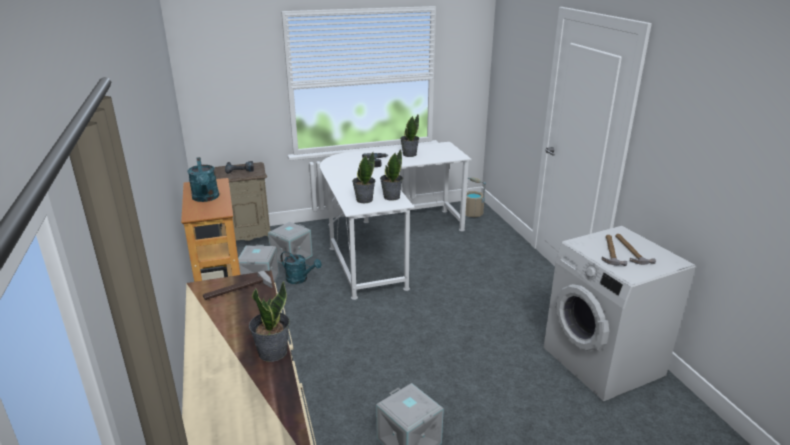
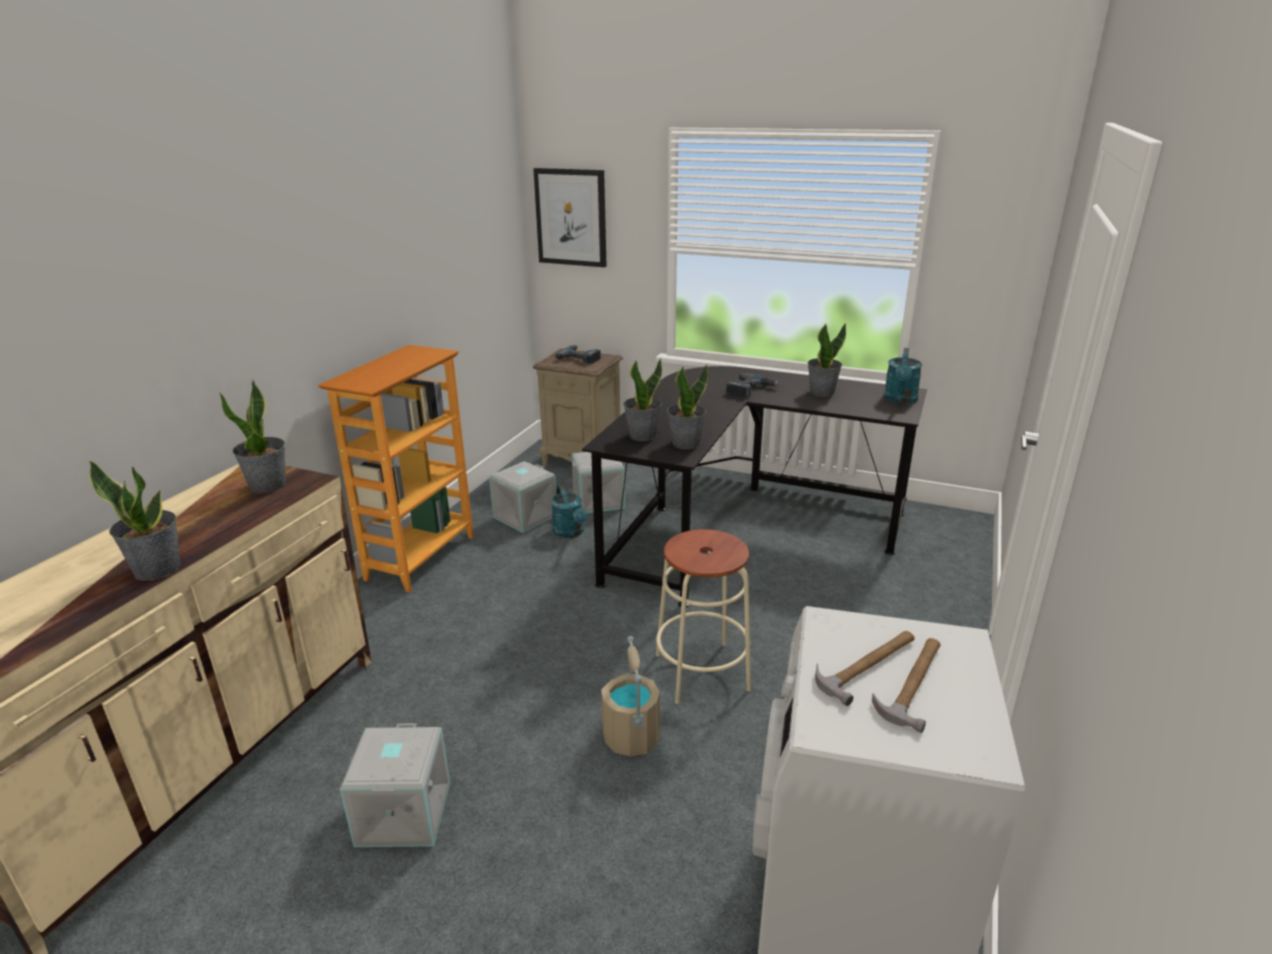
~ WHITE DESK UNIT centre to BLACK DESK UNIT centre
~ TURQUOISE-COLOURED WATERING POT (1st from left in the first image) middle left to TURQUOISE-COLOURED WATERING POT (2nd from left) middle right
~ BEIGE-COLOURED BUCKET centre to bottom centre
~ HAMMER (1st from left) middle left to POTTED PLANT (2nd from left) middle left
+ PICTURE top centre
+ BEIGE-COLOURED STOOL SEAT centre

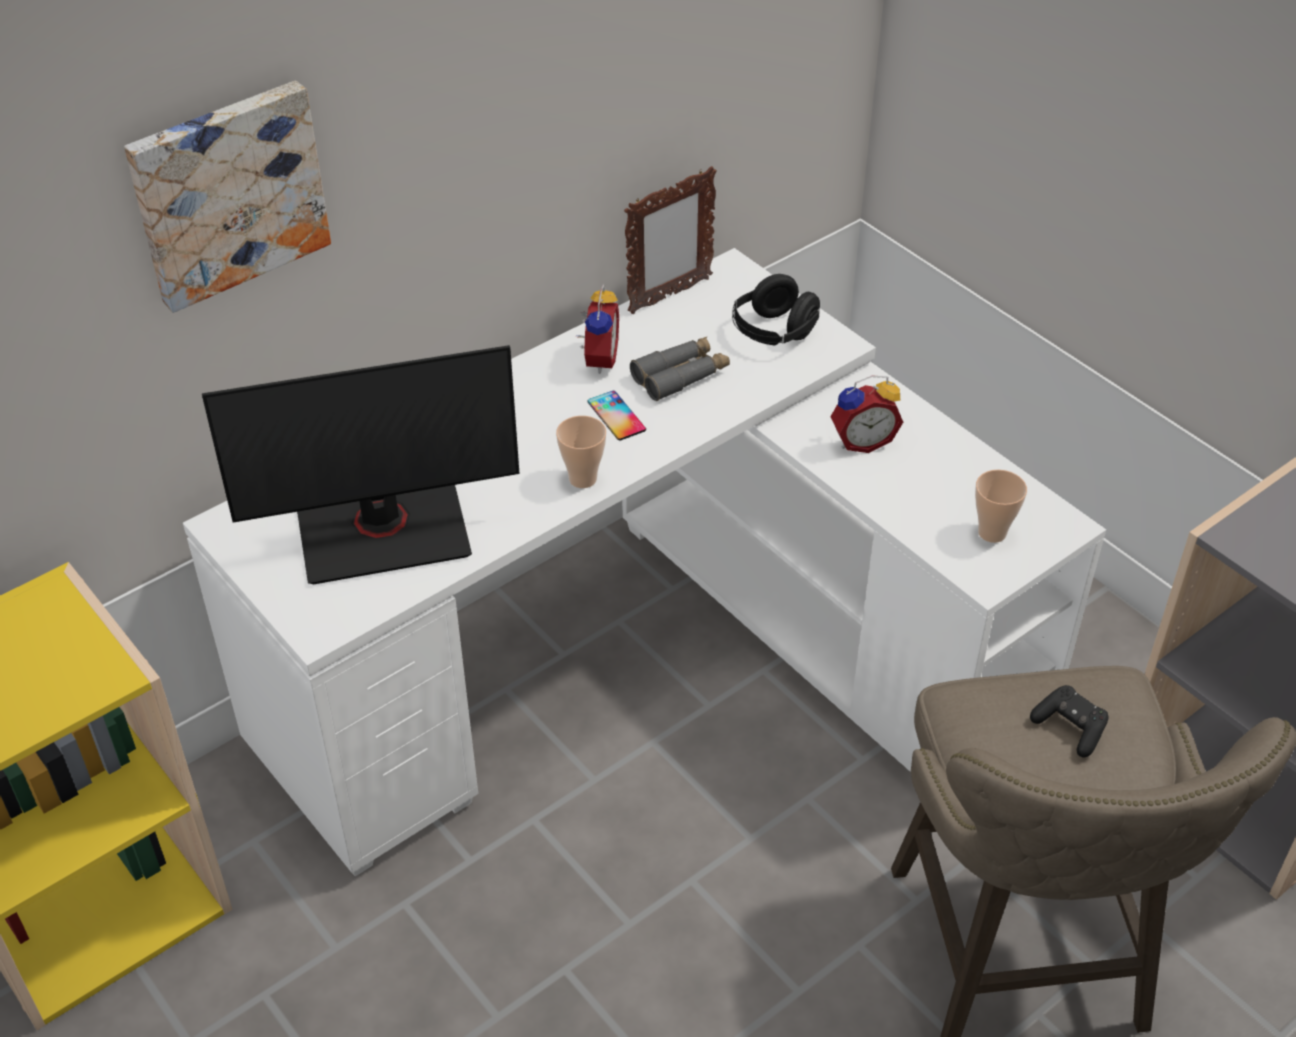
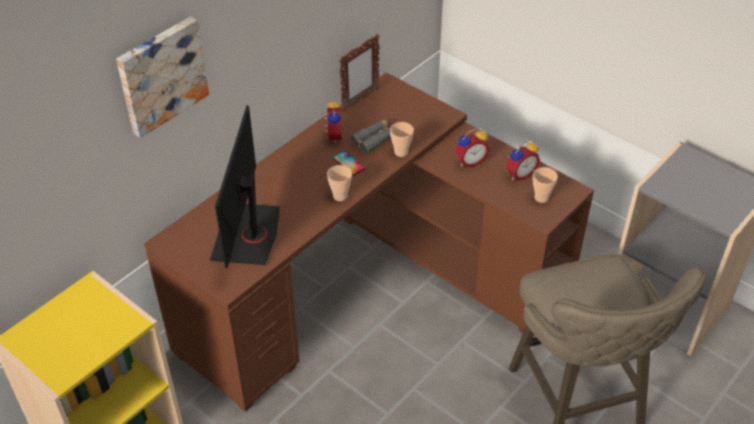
~ WHITE DESK UNIT centre to BROWN DESK UNIT centre
- BLACK PAIR OF HEADPHONES top centre
~ COMPUTER SCREEN middle left = middle left 120 degrees clockwise
- BLACK GAME CONTROLLER bottom right
+ DRINKING CUP (2nd from left) top centre
+ ALARM CLOCK (3rd from left) middle right

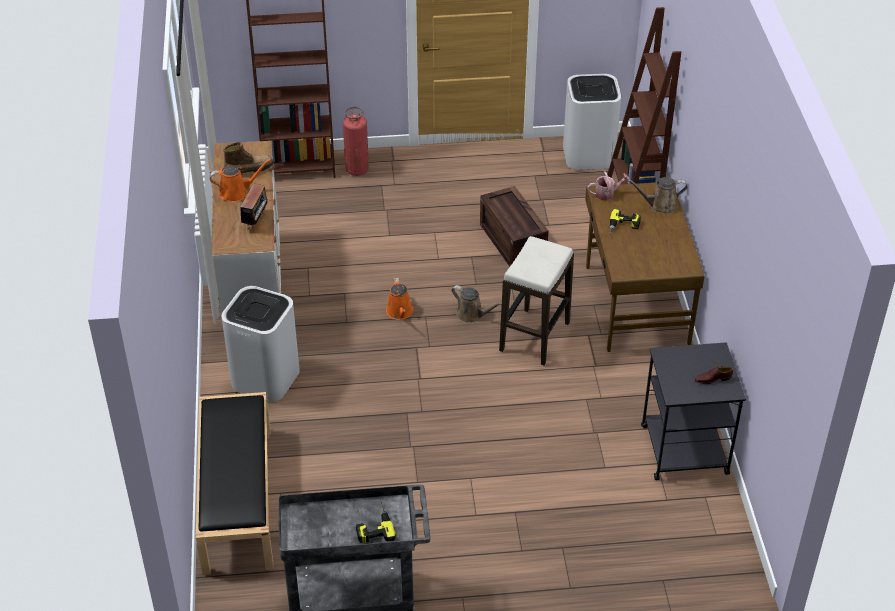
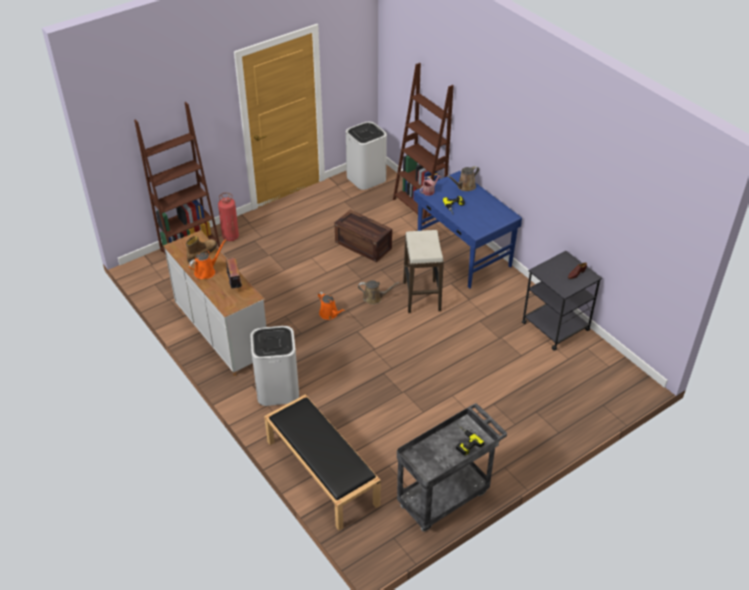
~ BROWN DESK UNIT middle right to BLUISH DESK UNIT centre

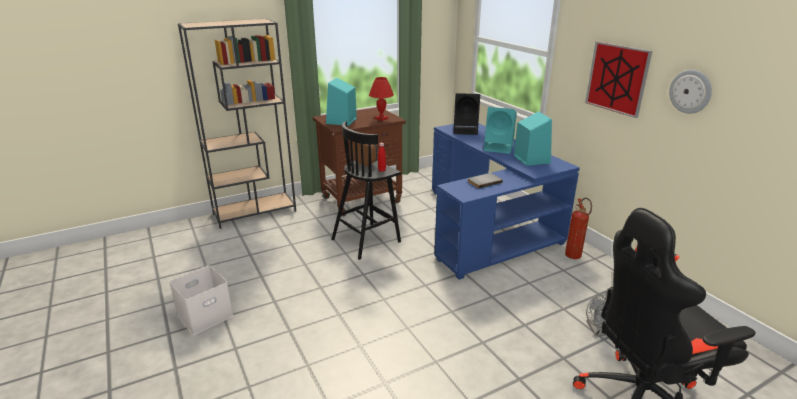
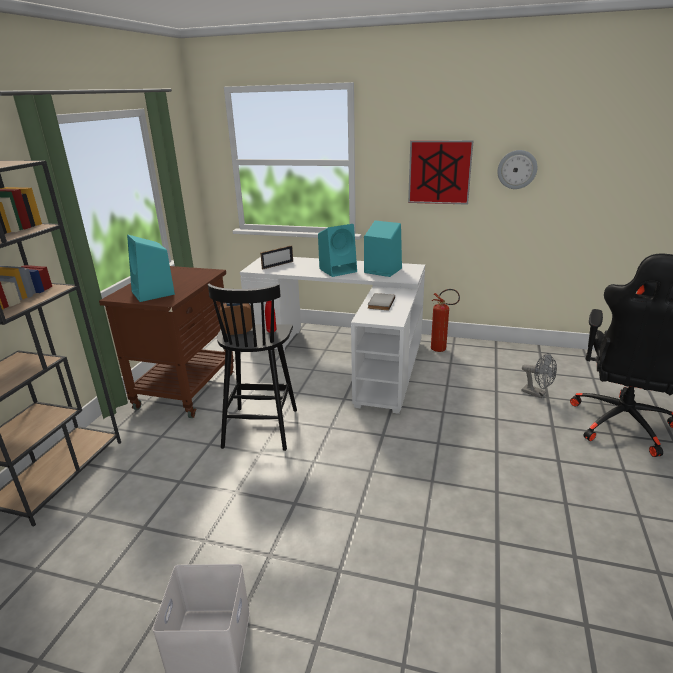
- REDDISH TABLE LAMP top centre
~ BLACK SPEAKER top centre to PHOTO FRAME centre
~ BLUISH DESK UNIT centre to WHITE DESK UNIT centre

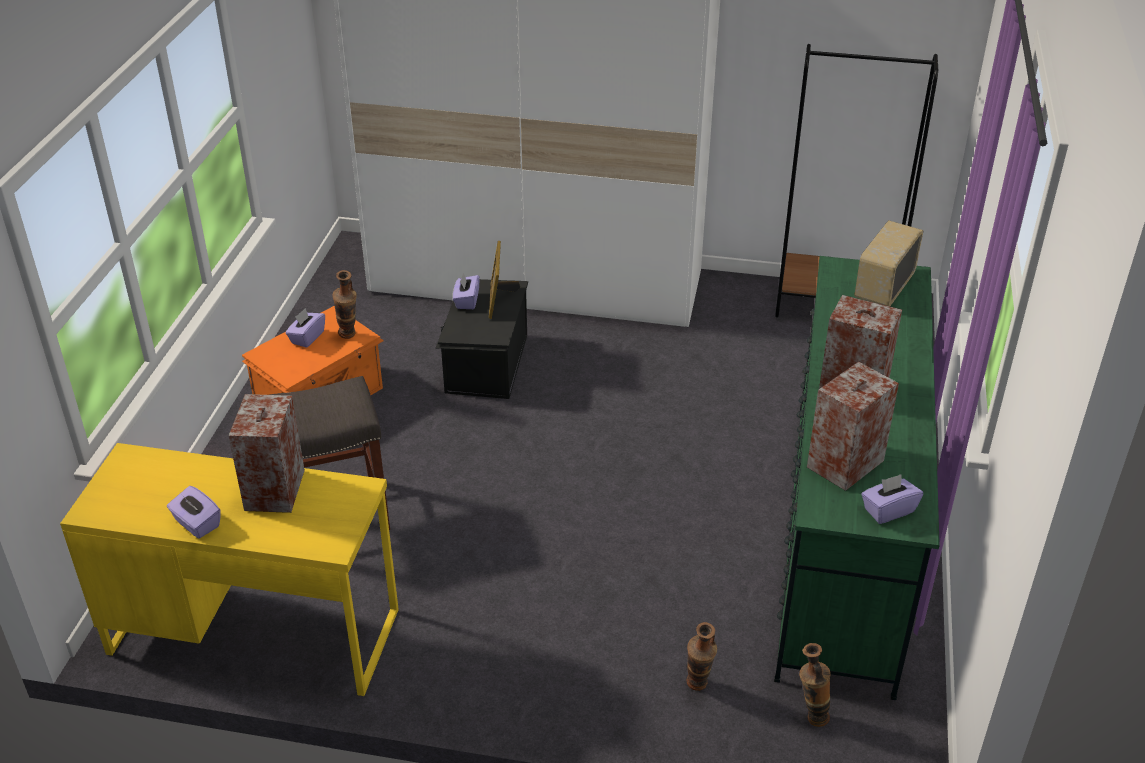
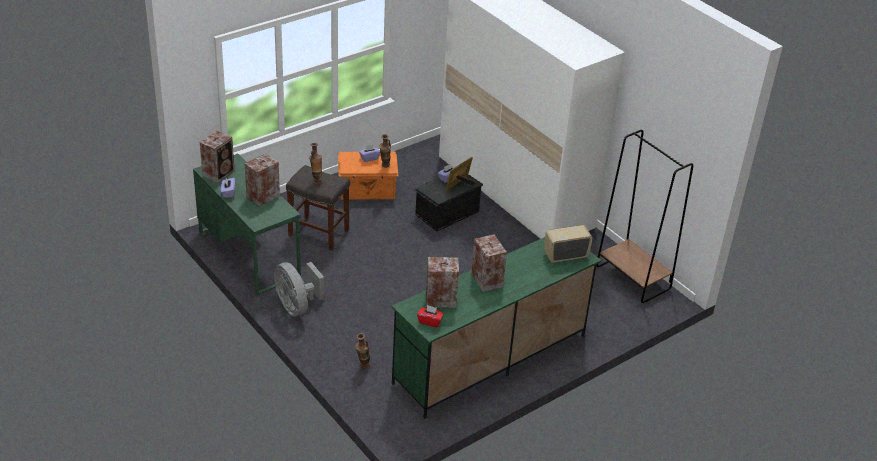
~ YELLOW-COLOURED DESK UNIT bottom left to GREEN-COLOURED DESK UNIT middle left
~ PURPLISH BOX OF TISSUES (4th from left) middle right to REDDISH BOX OF TISSUES bottom centre
~ FLOWER VASE (3rd from left in the first image) bottom right to FLOWER VASE (1st from left) centre
+ SPEAKER (1st from left) middle left
+ GREYISH FAN centre

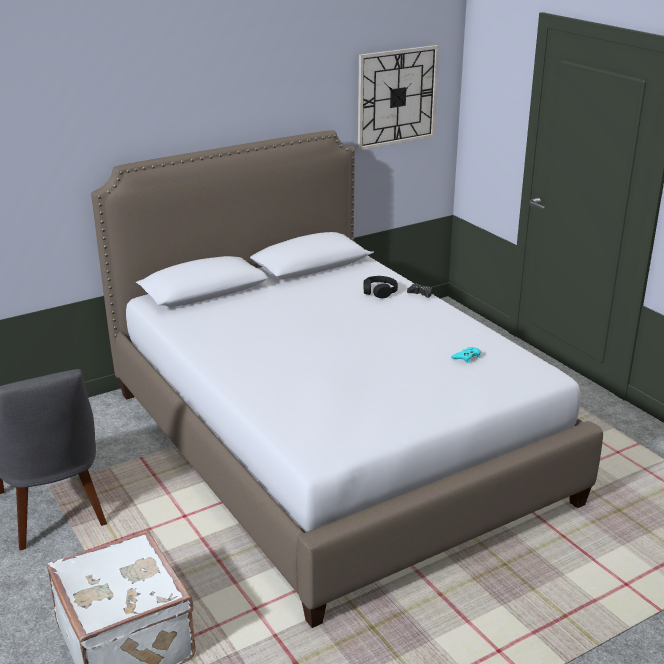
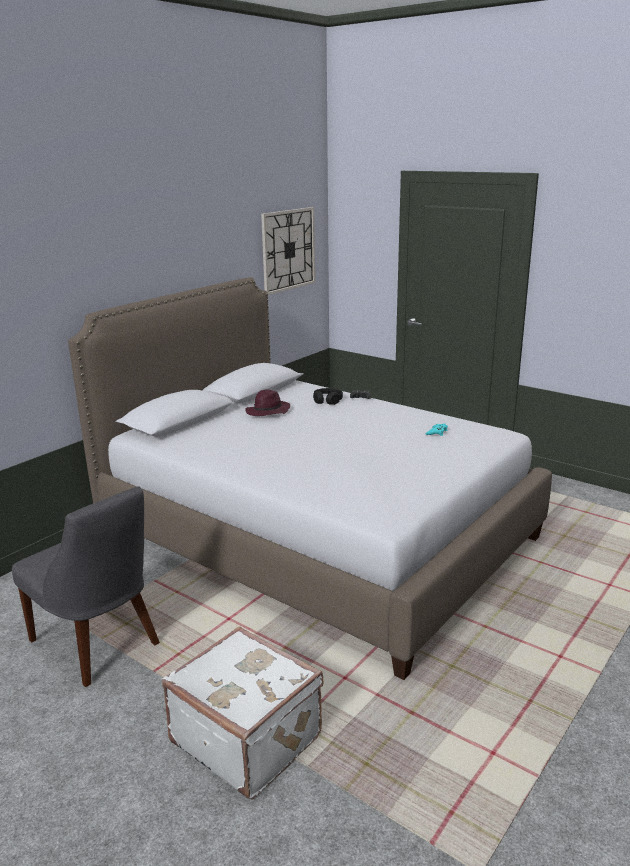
+ PURPLISH WEARABLE HAT centre

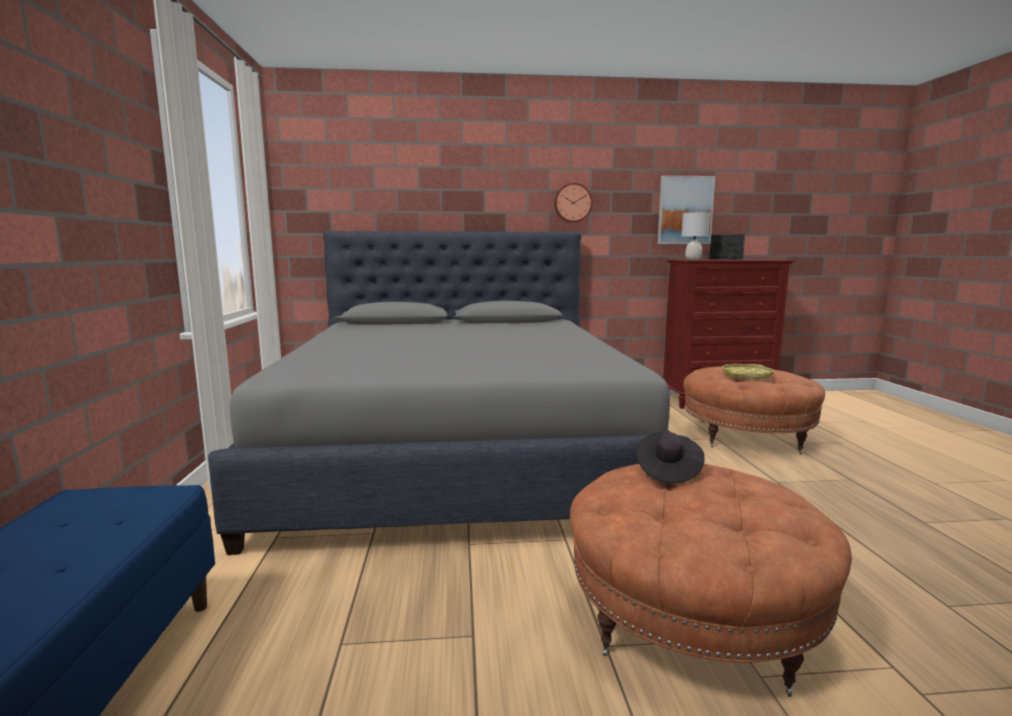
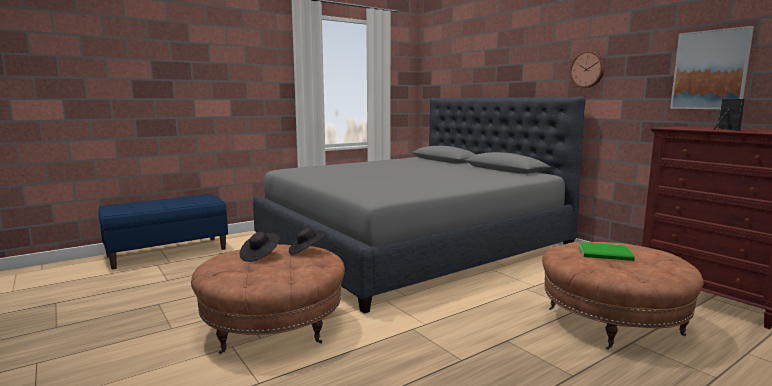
- GREYISH TABLE LAMP top right
~ YELLOW-COLOURED CARRYING TRAY middle right to GREEN-COLOURED BOOK middle right
+ BLACK WEARABLE HAT (1st from left) centre

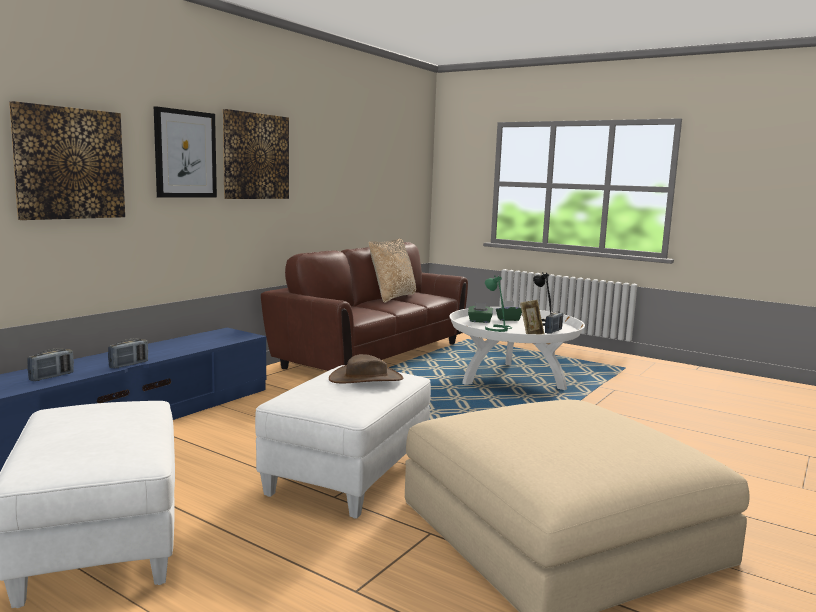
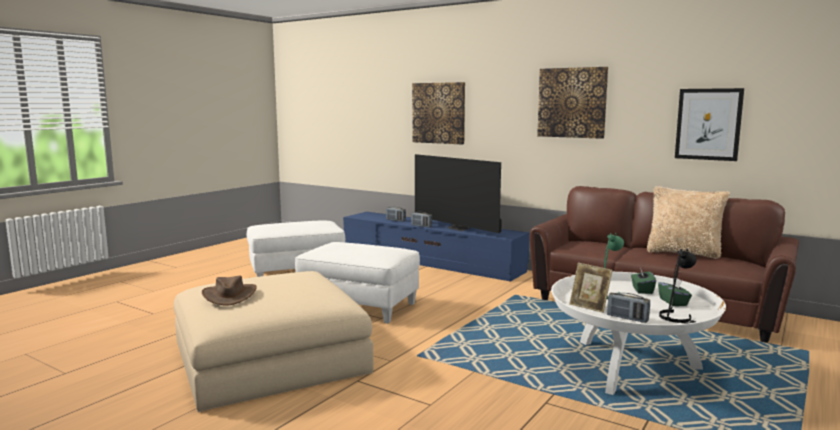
~ PICTURE (2nd from left in the first image) top left to PICTURE (3rd from left) top right
~ BROWN WEARABLE HAT centre to bottom left
+ TELEVISION centre

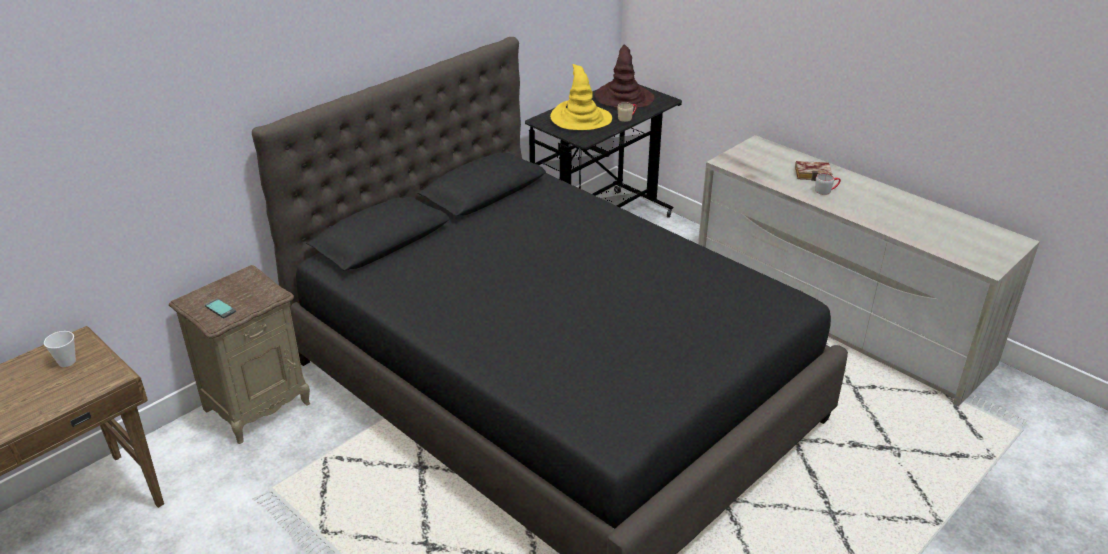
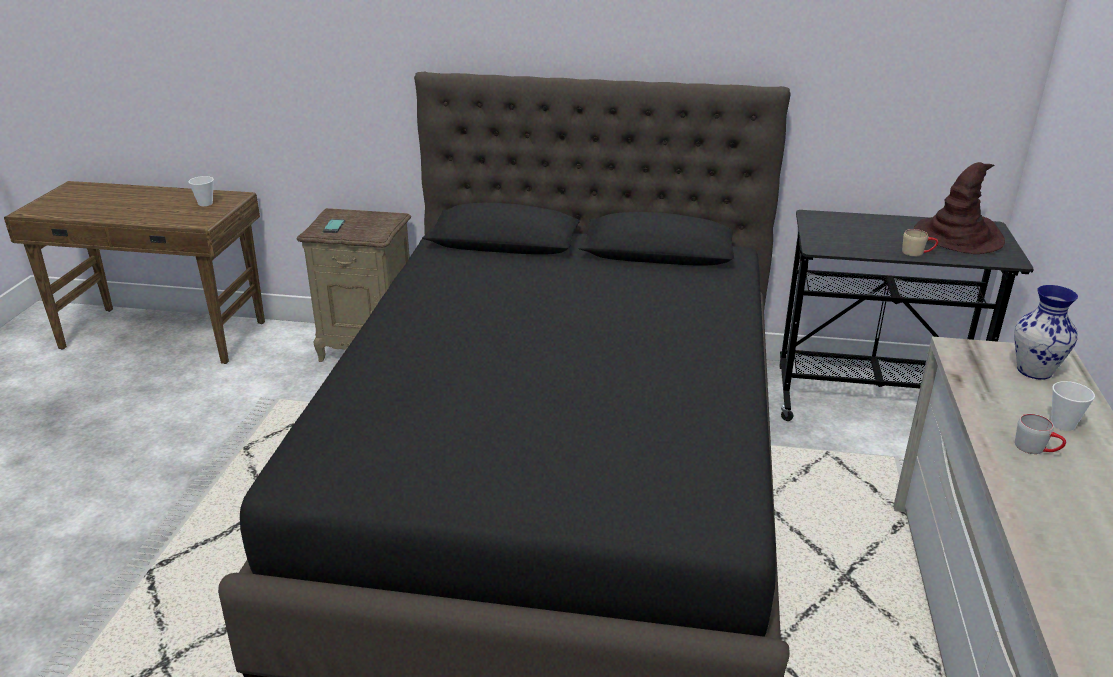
- YELLOW-COLOURED WEARABLE HAT top centre
~ BOOK top right to DRINKING CUP (2nd from left) middle right
+ FLOWER VASE middle right

